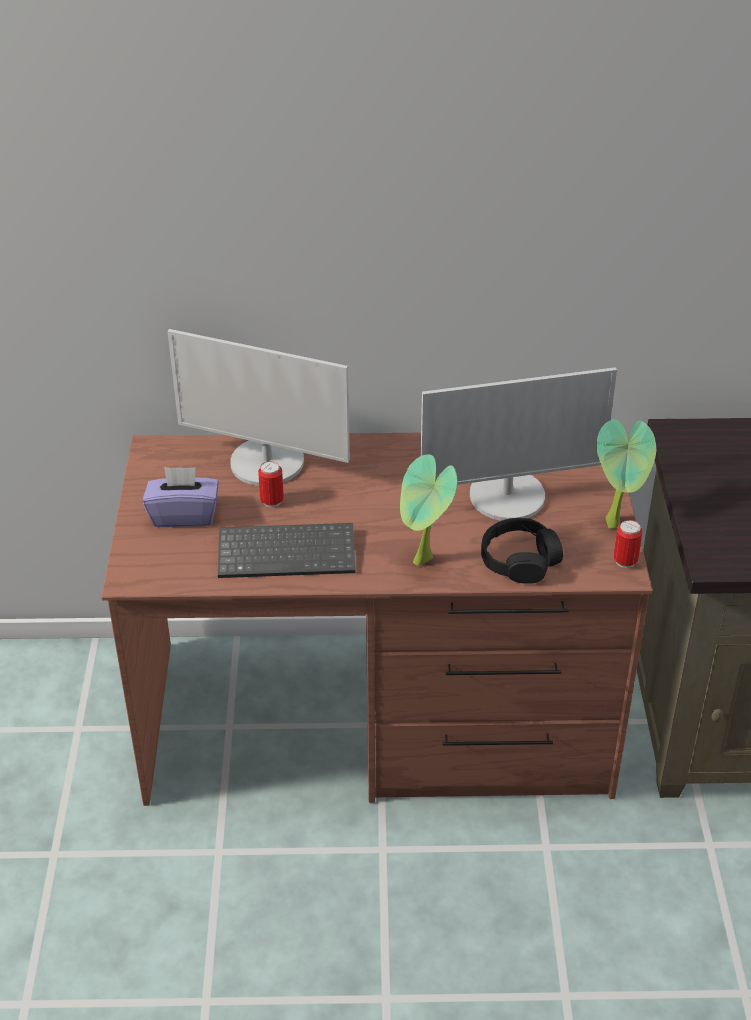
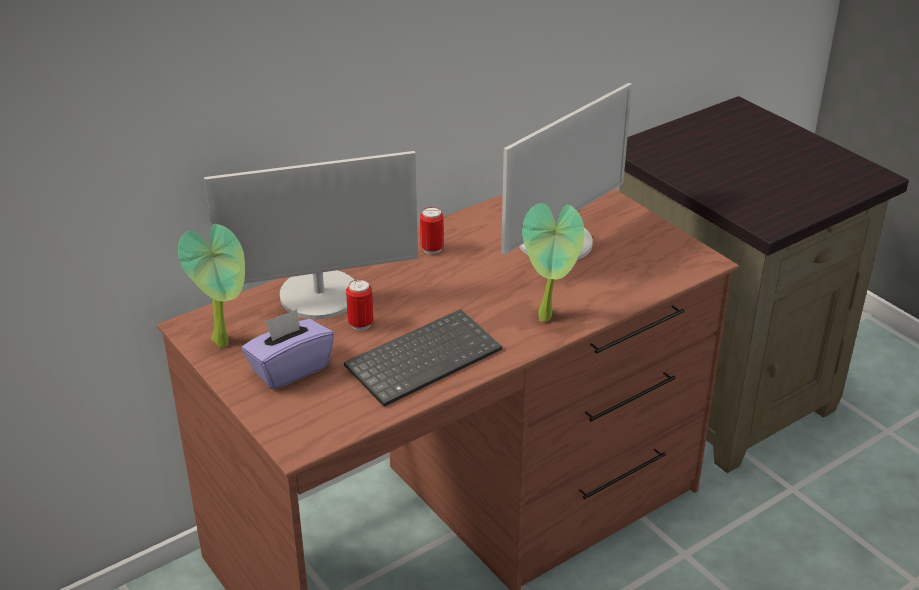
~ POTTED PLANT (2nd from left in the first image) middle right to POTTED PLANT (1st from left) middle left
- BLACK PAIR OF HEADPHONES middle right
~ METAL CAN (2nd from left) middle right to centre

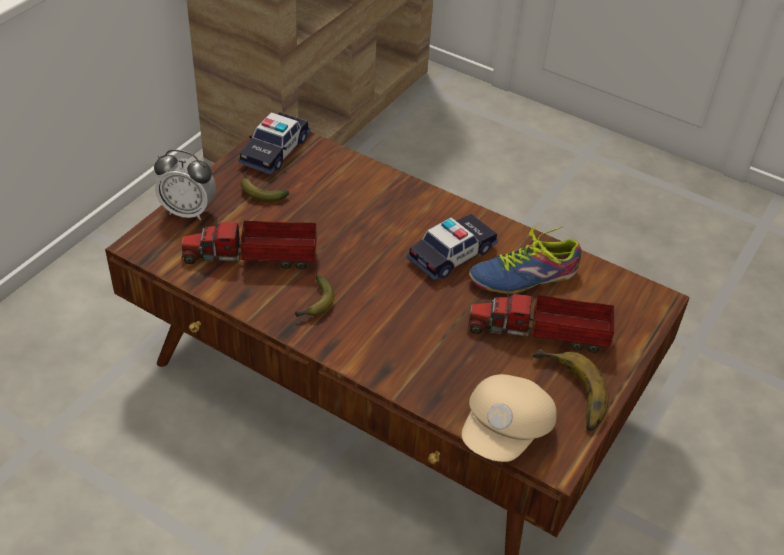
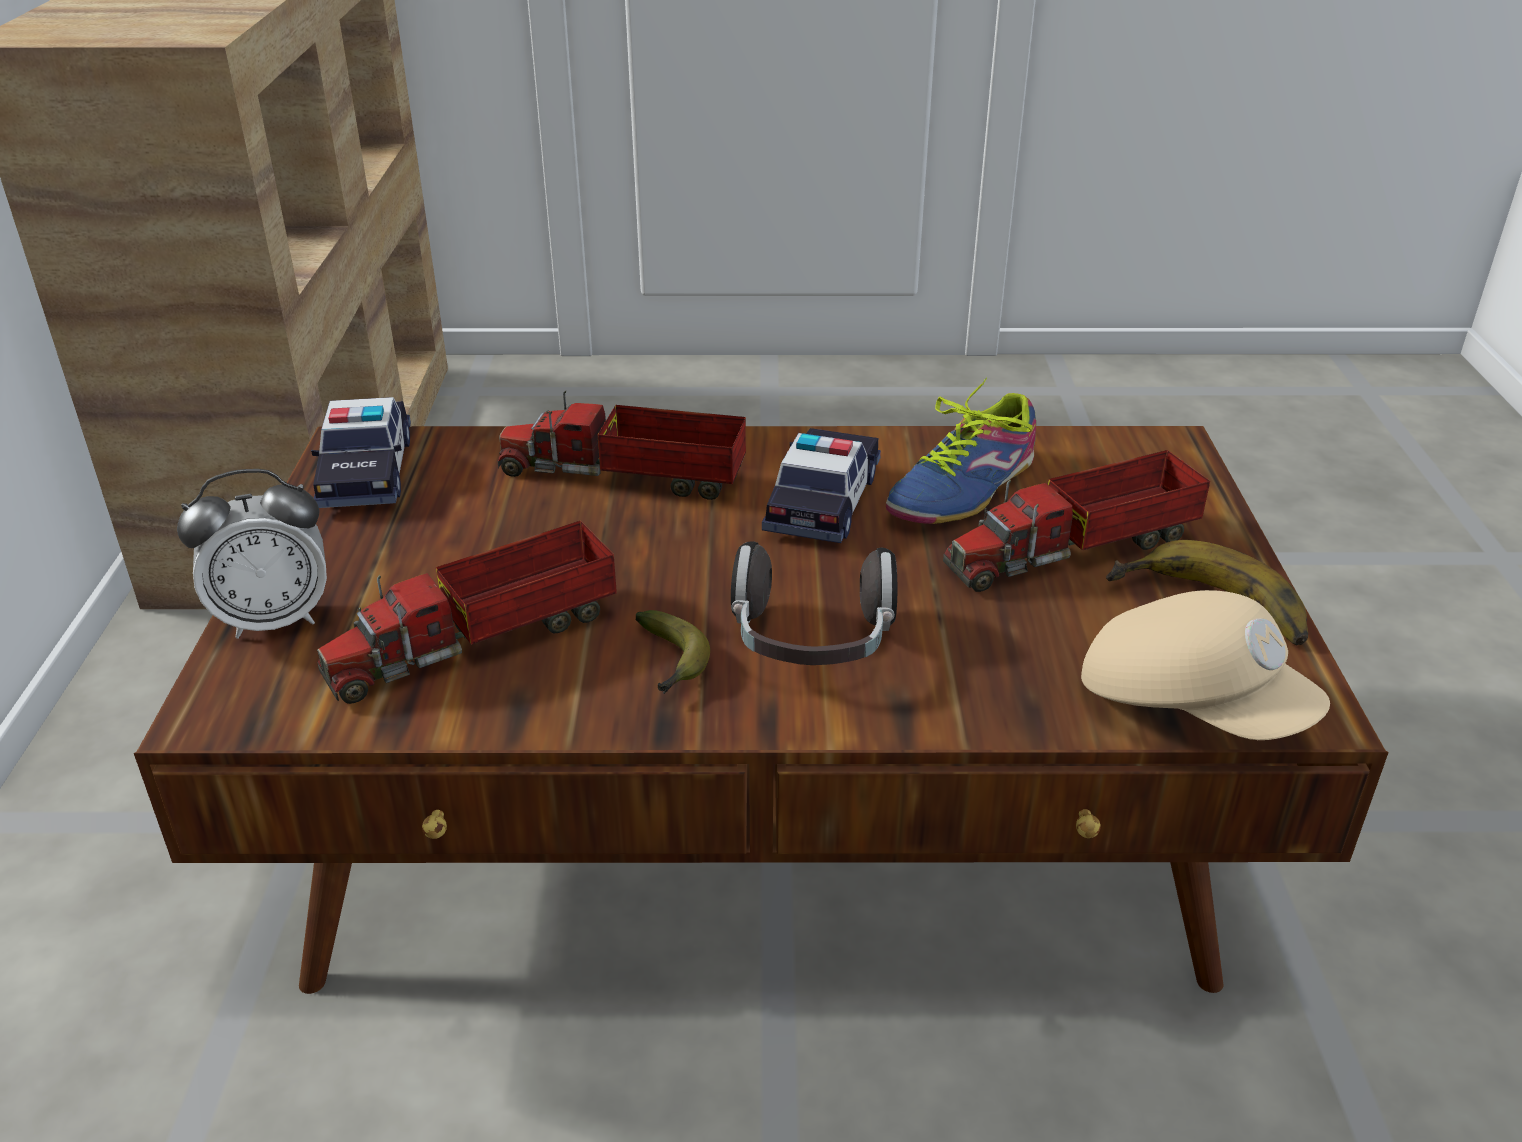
- BANANA (1st from left) centre
~ BEIGE-COLOURED CAP bottom centre = middle right 45 degrees counterclockwise
+ TOY LORRY (2nd from left) centre
+ PAIR OF HEADPHONES centre

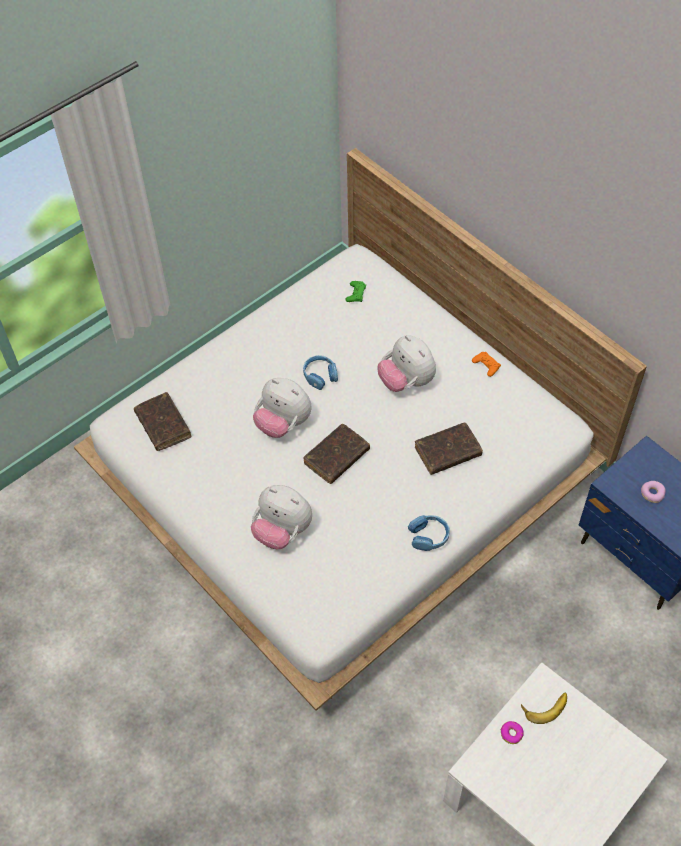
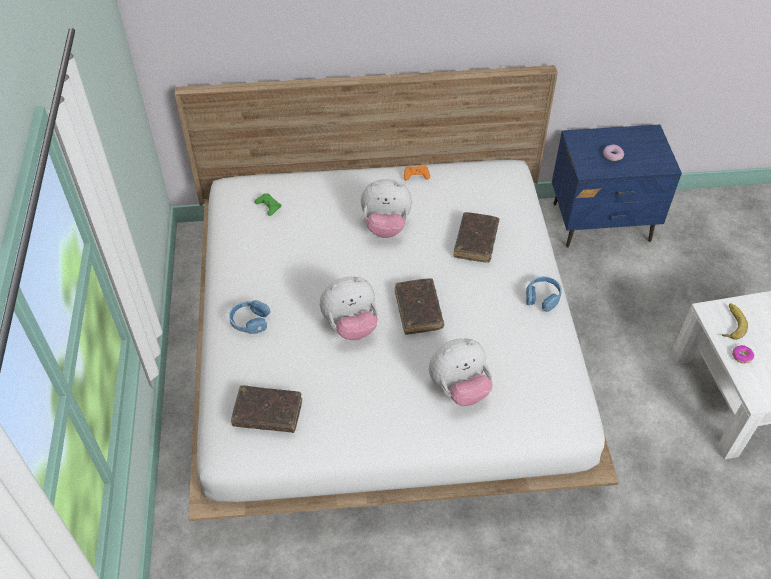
~ BLUISH PAIR OF HEADPHONES (1st from left) centre to middle left

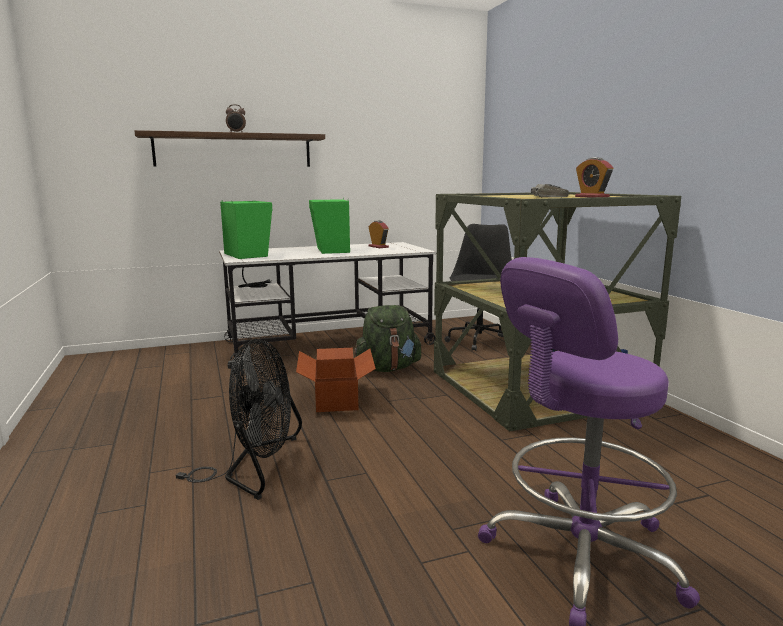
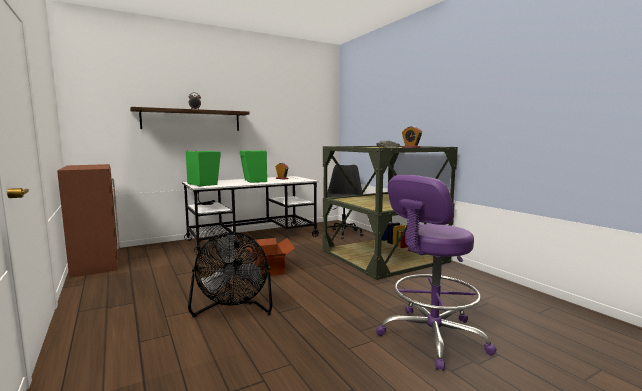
- GREEN-COLOURED KNAPSACK centre
~ BLACK FAN bottom left = bottom centre 90 degrees clockwise
+ BROWN STORAGE CABINET middle left

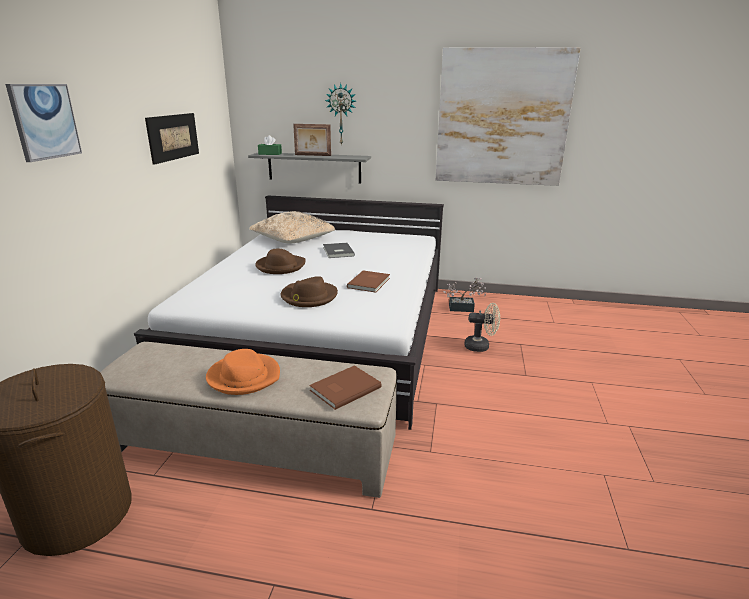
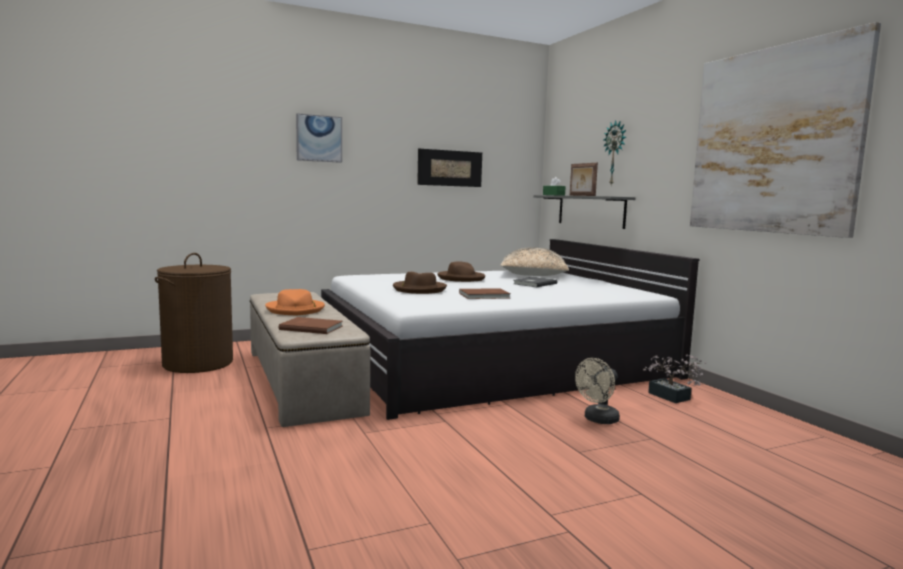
~ BEIGE-COLOURED FAN centre = bottom centre 75 degrees clockwise

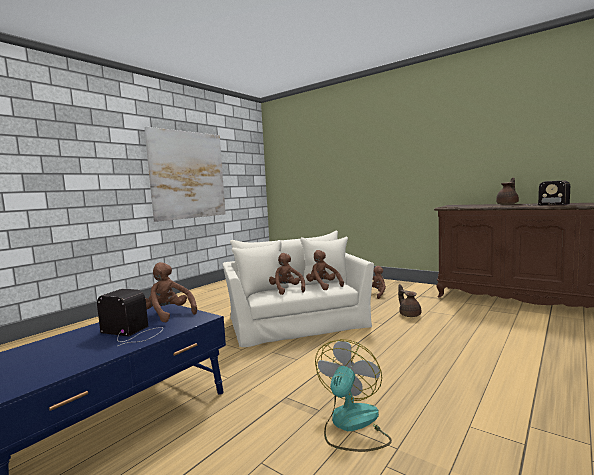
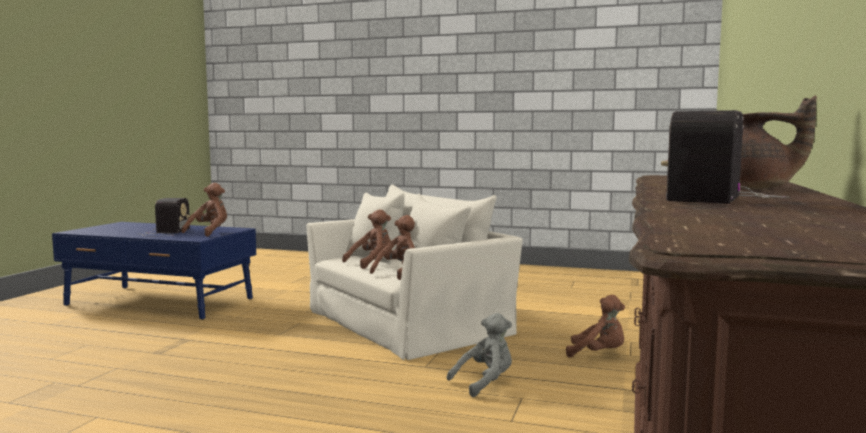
- PICTURE middle left
~ BROWN POT FOR TEA (1st from left) middle right to GREYISH PLUSH TOY bottom centre
- FAN bottom centre

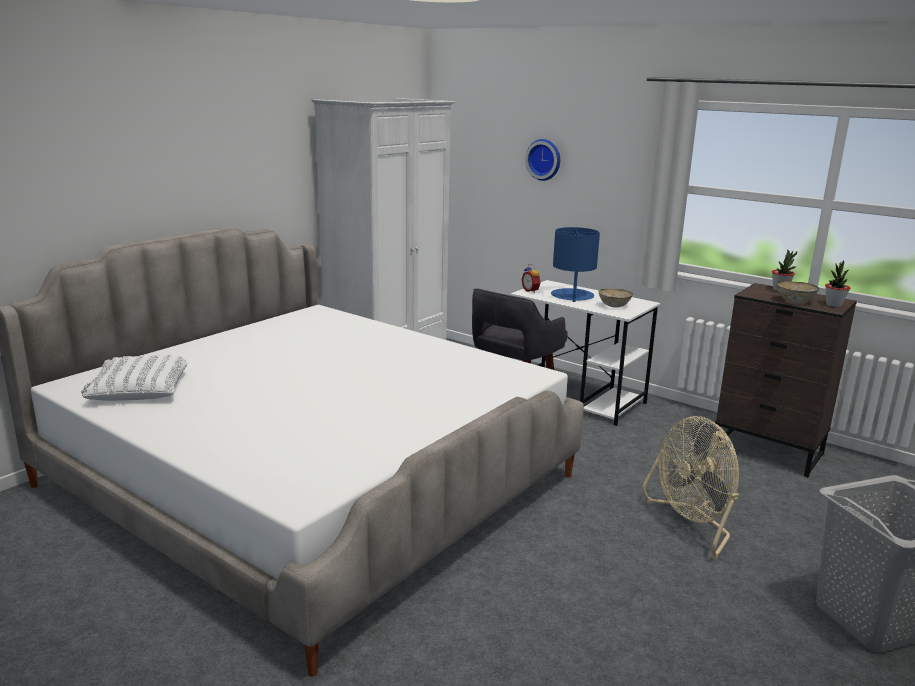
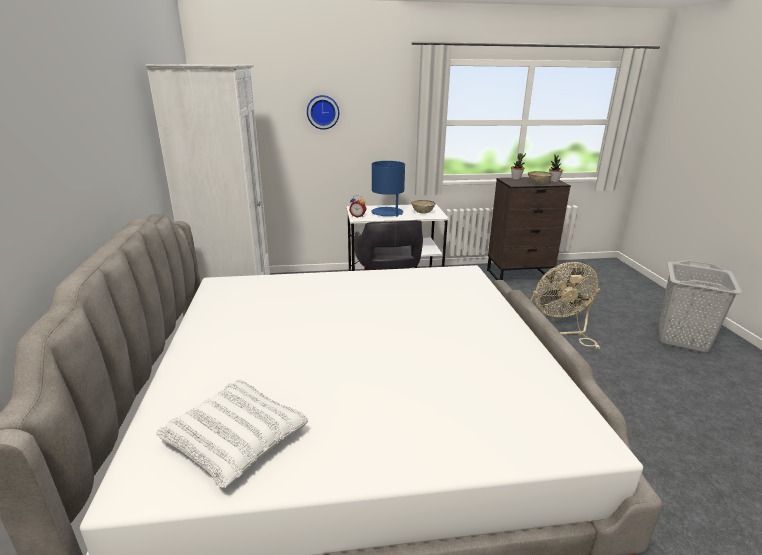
~ BEIGE-COLOURED FAN bottom right = middle right 150 degrees clockwise

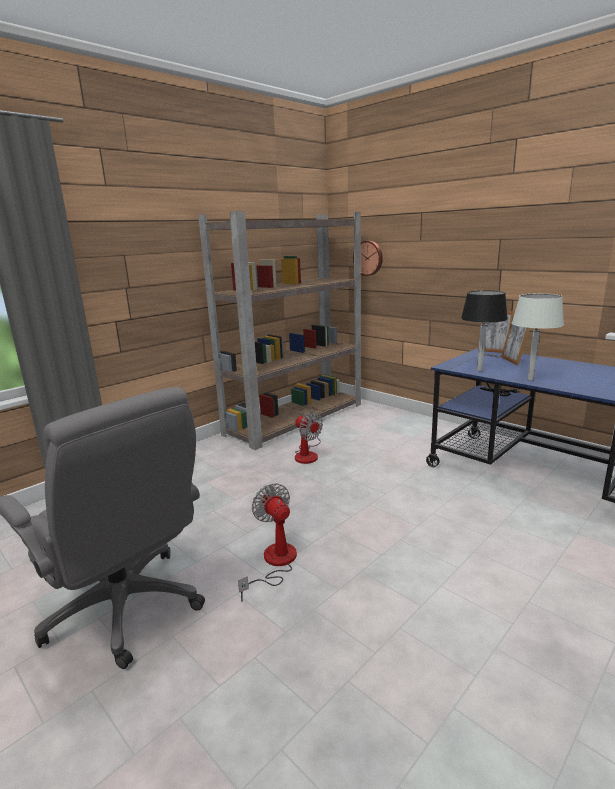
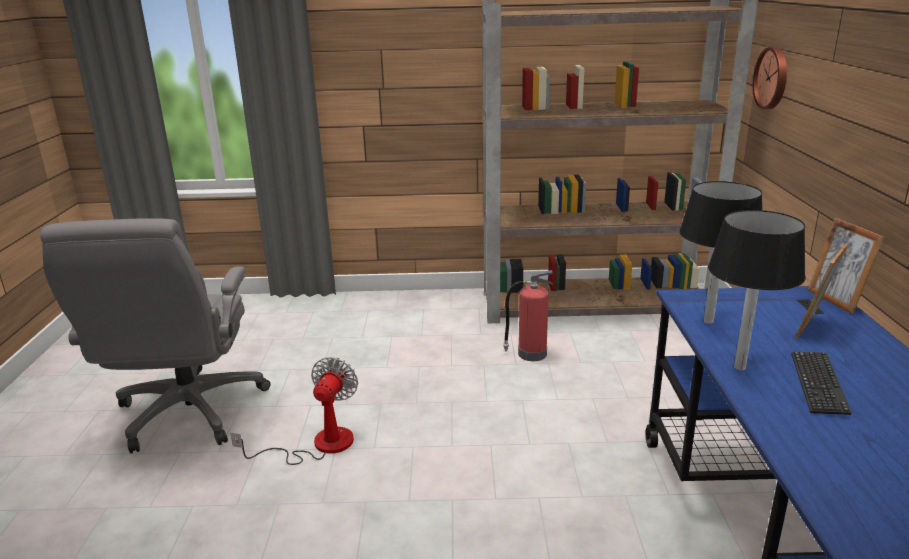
~ WHITE TABLE LAMP middle right to BLACK TABLE LAMP (2nd from left) middle right
~ FAN (2nd from left) centre to FIRE EXTINGUISHER centre
+ PC KEYBOARD bottom right

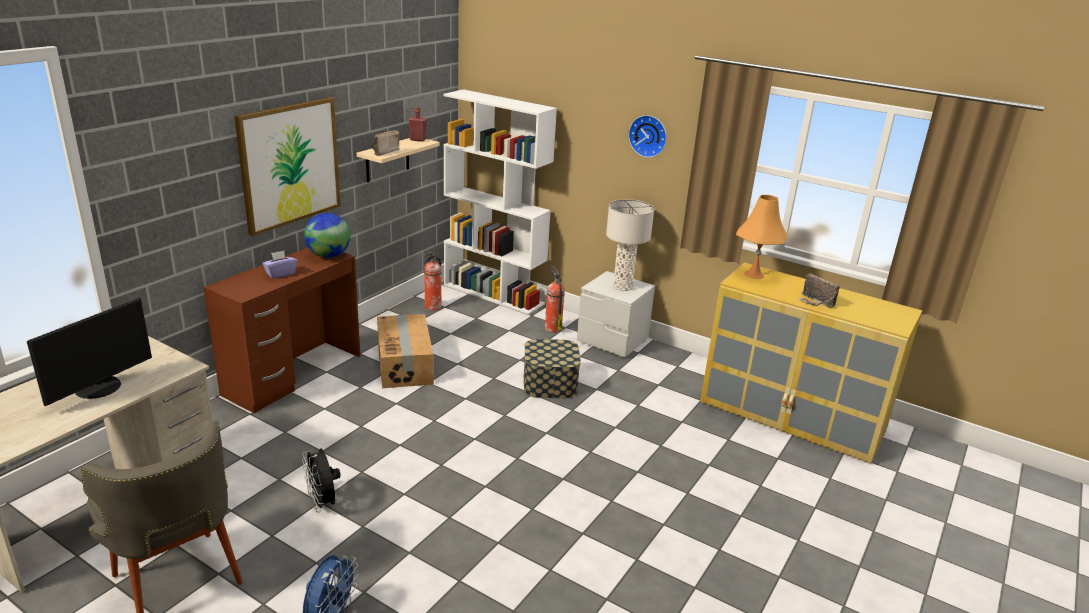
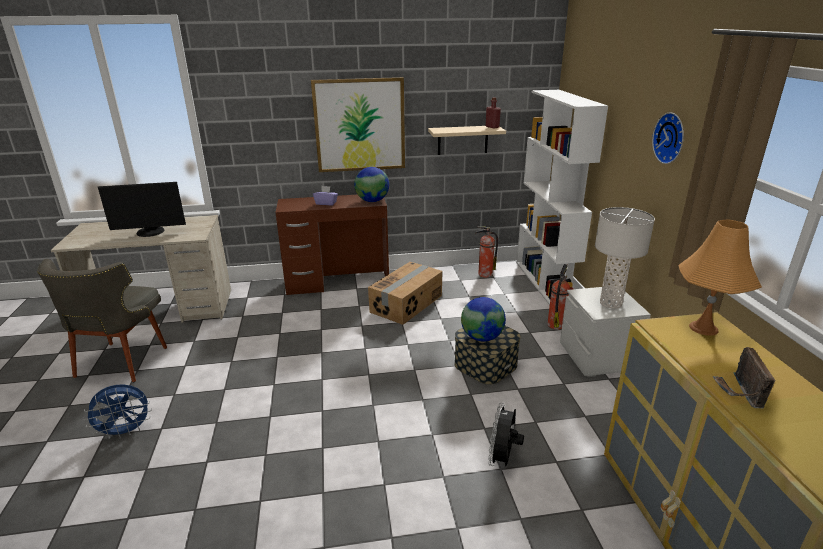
- RADIO RECEIVER (1st from left) top centre
~ BLACK FAN bottom left to bottom centre
+ WORLD GLOBE (2nd from left) centre

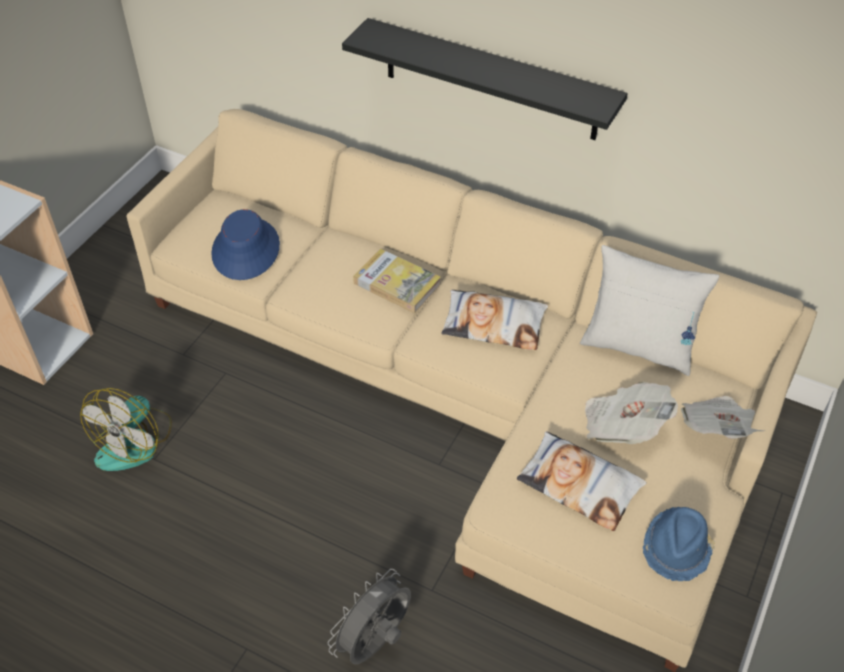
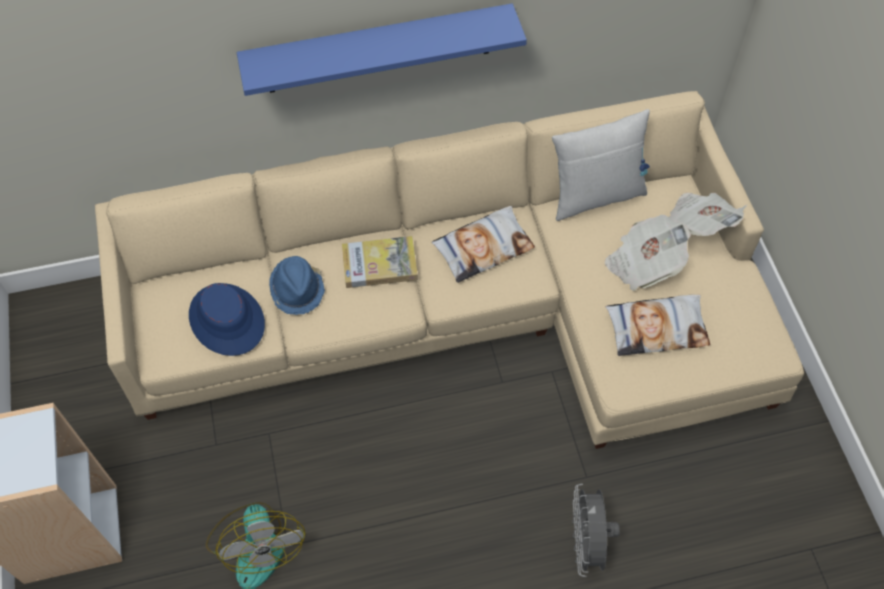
~ BLACK BRACKET SHELF top centre to BLUISH BRACKET SHELF top centre
~ BLUISH WEARABLE HAT (2nd from left) bottom right to centre

